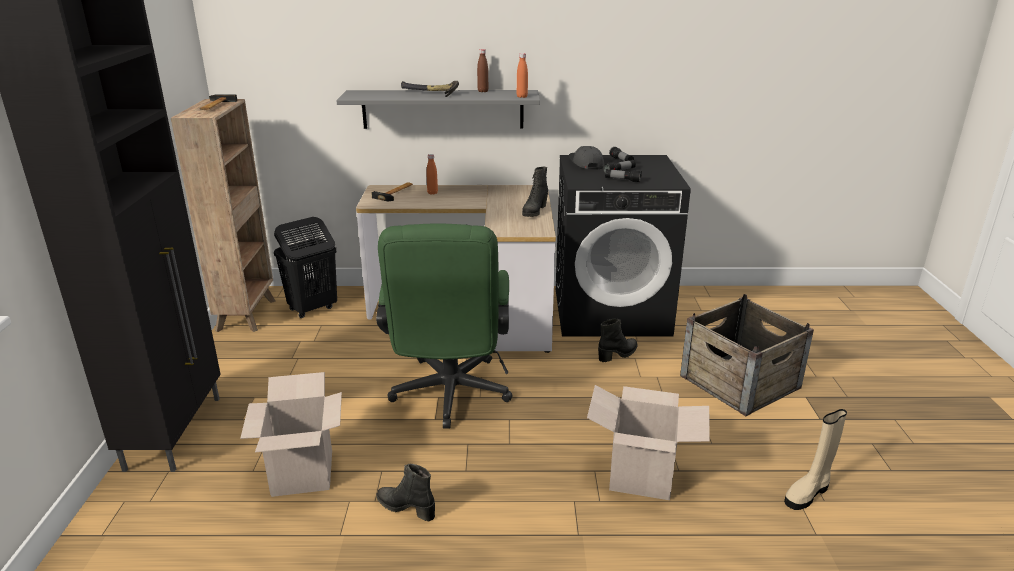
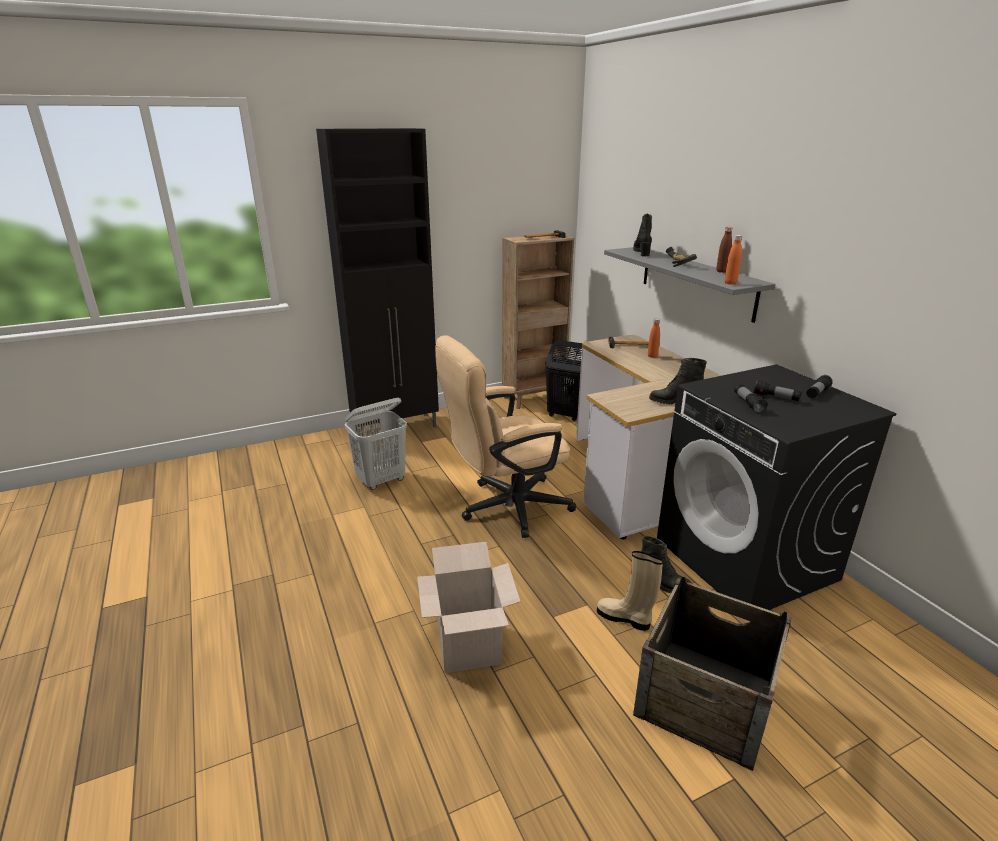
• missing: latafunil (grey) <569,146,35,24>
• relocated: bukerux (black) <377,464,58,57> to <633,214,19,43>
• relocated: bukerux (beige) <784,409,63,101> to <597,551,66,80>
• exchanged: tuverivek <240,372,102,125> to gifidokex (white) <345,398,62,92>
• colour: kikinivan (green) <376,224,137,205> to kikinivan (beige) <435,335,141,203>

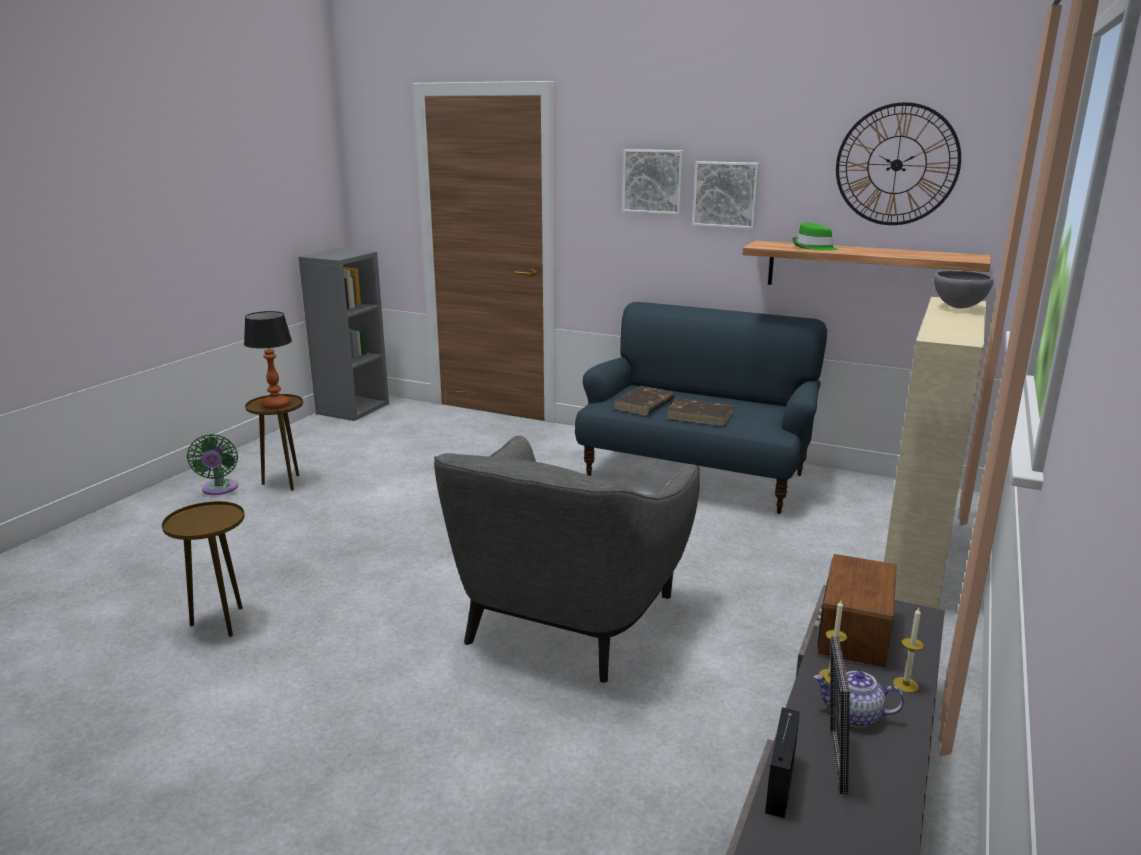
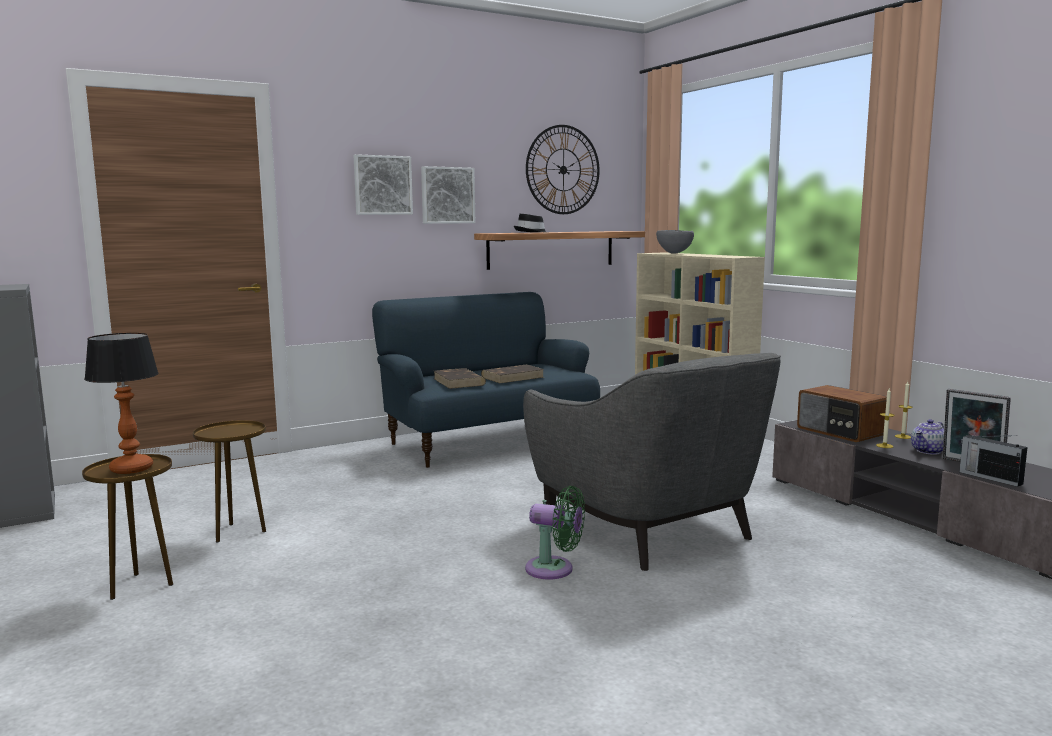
• relocated: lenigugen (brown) <162,501,83,136> to <193,420,73,122>
• relocated: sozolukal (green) <187,434,51,61> to <525,486,60,93>
• colour: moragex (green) <793,222,45,29> to moragex (black) <514,214,34,19>

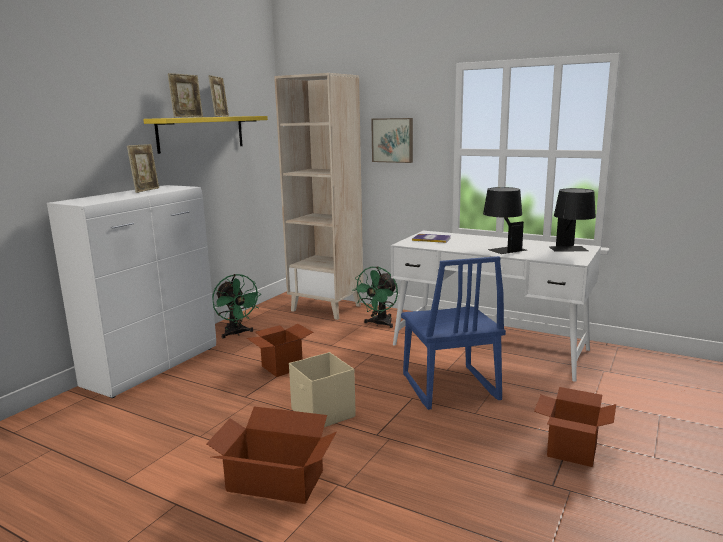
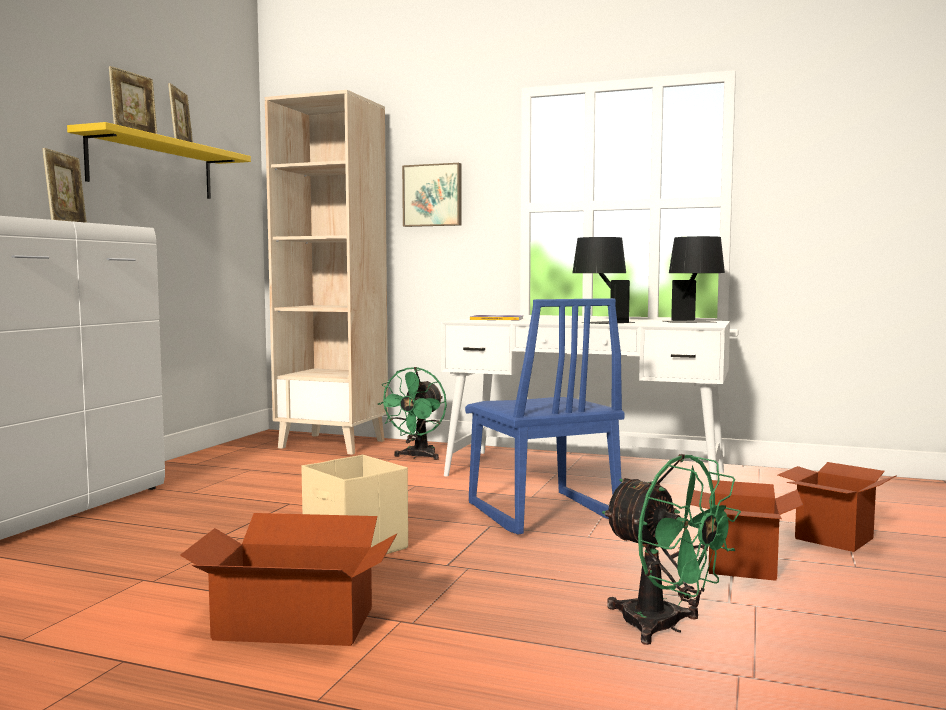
• relocated: sozolukal (green) <212,274,48,65> to <602,454,139,191>
• relocated: tuverivek <247,323,66,54> to <778,462,118,90>

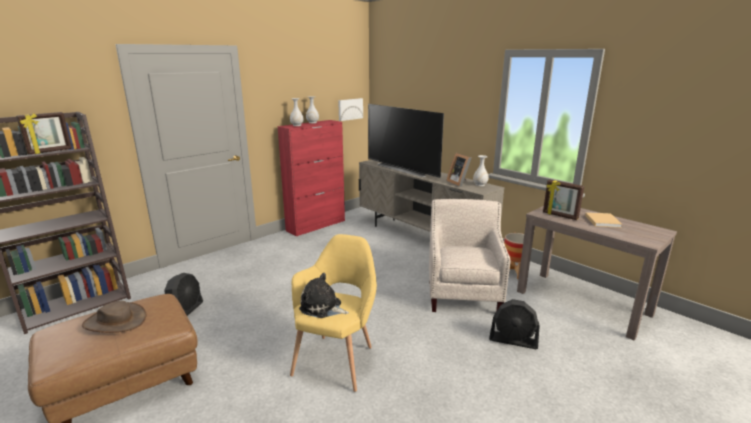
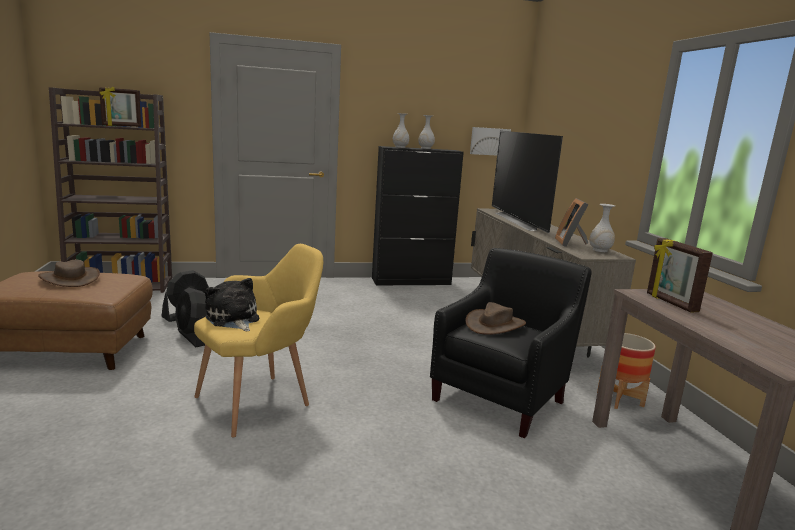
• missing: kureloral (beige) <585,212,37,16>
• appeared: moragex (brown) <465,302,61,33>
• relocated: sozolukal (black) <489,299,51,50> to <175,288,32,59>
• colour: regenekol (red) <277,120,68,116> to regenekol (black) <372,146,92,139>
• colour: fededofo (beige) <429,199,81,114> to fededofo (black) <430,248,162,191>

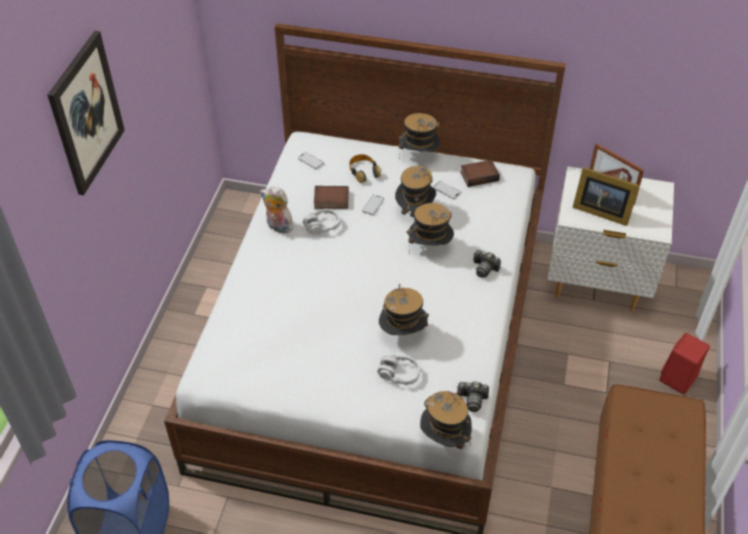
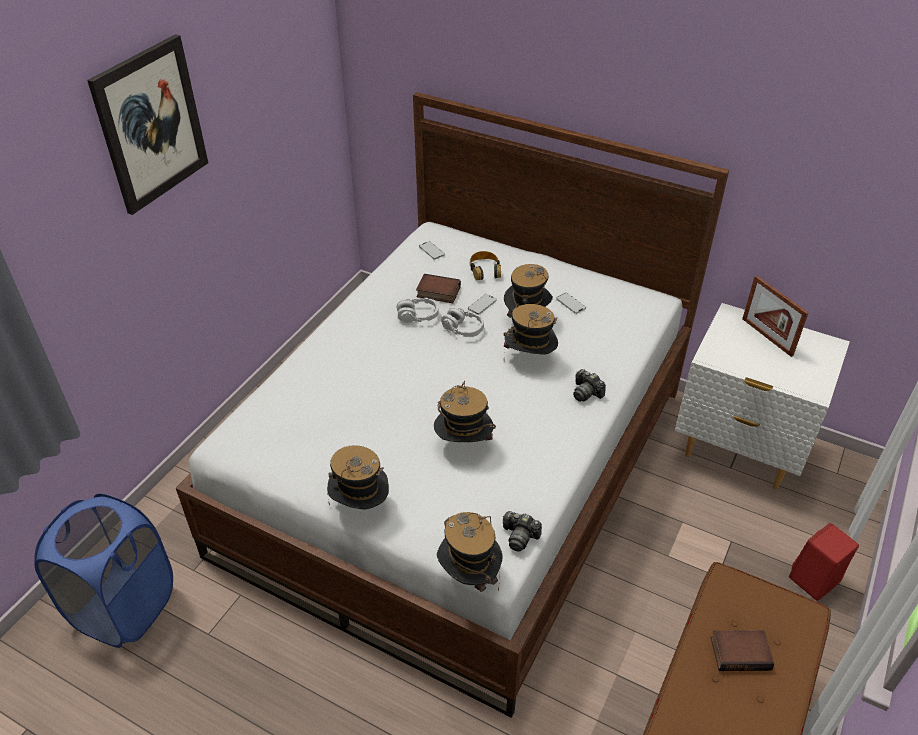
• missing: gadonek <260,187,37,47>
• missing: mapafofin <572,167,68,59>
• relocated: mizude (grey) <377,355,43,30> to <441,308,43,29>
• relocated: moragex <398,113,43,47> to <327,445,62,64>
• relocated: kureloral <460,160,40,27> to <711,630,63,41>

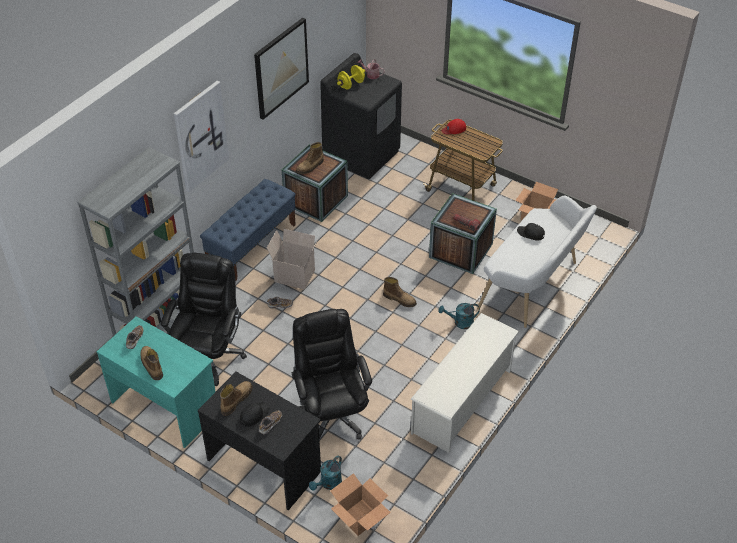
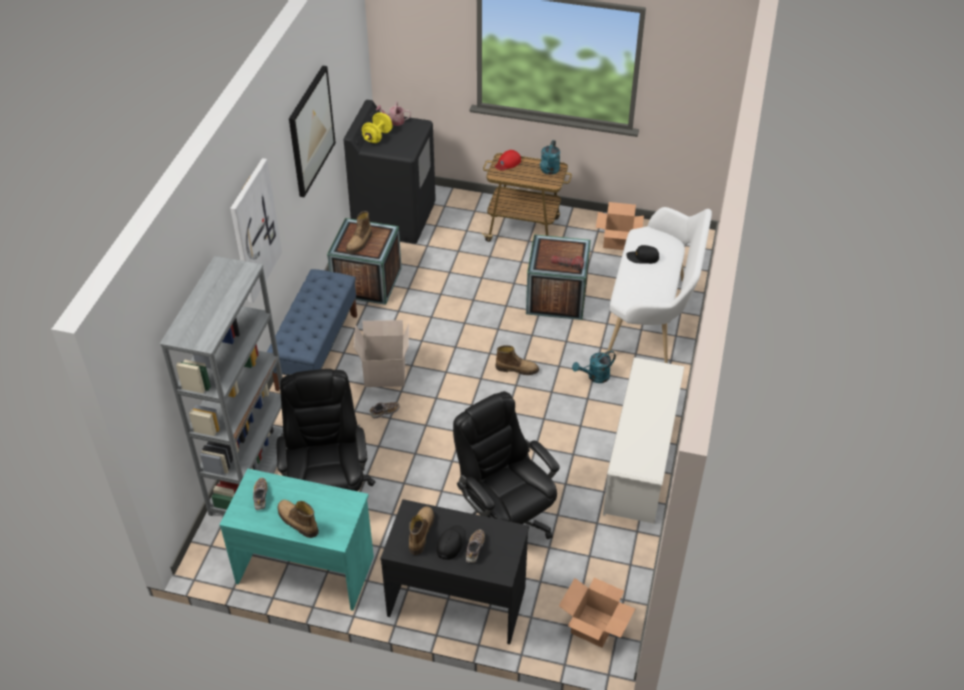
• relocated: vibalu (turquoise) <309,456,33,34> to <540,140,20,35>

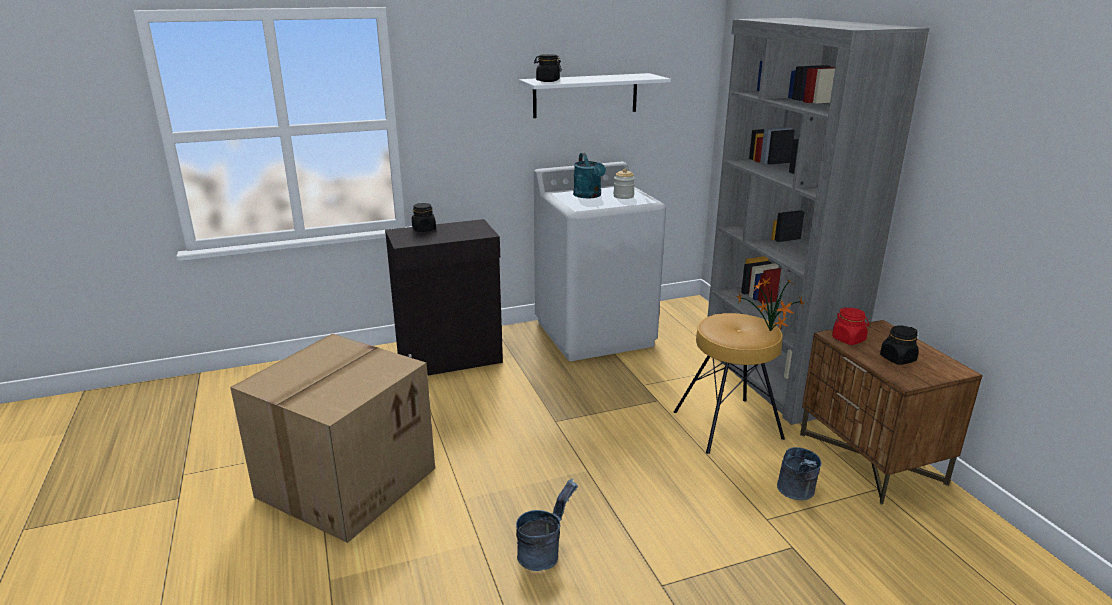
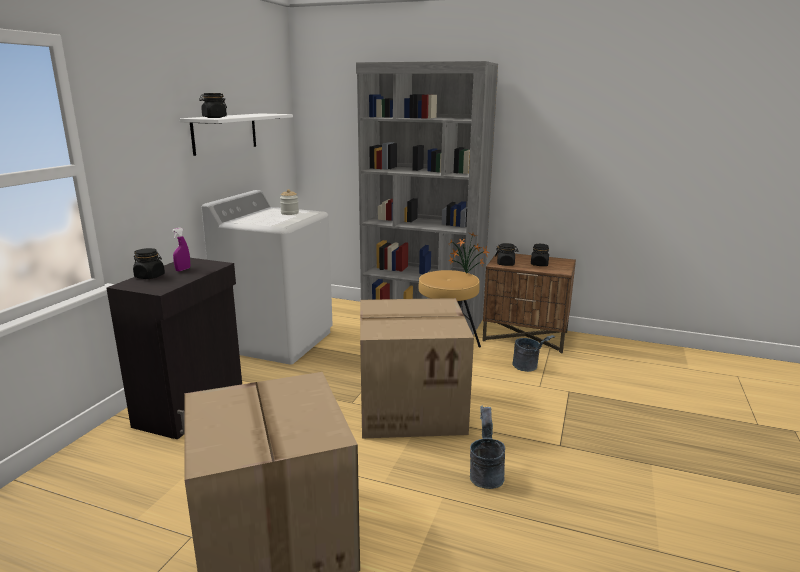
• missing: vibalu (turquoise) <573,153,33,45>
• appeared: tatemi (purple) <172,228,18,43>
• appeared: tuverivek <360,298,114,140>
• colour: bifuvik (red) <832,307,37,38> to bifuvik (black) <495,243,23,23>

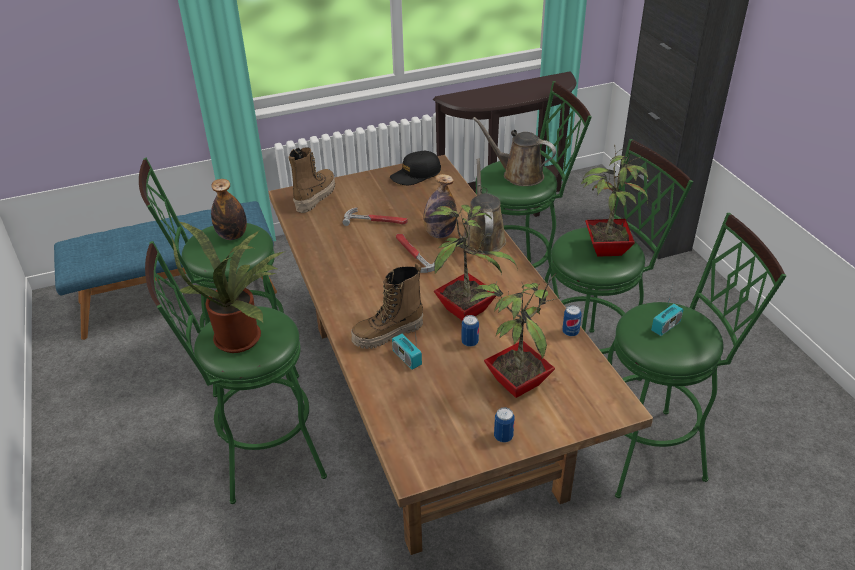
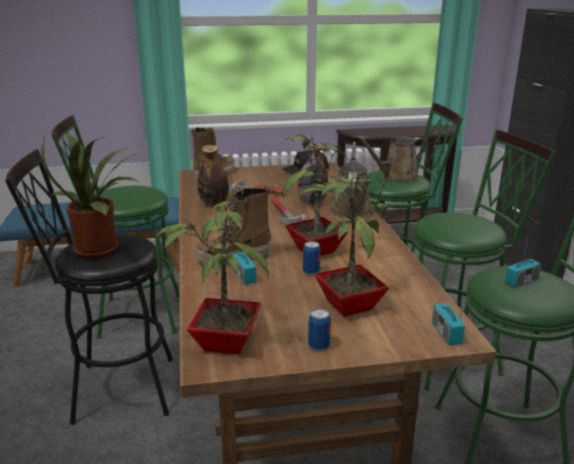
• missing: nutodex <562,305,20,31>
• appeared: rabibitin <432,282,34,63>
• relocated: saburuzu <211,179,36,61> to <197,145,32,61>
• relocated: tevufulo <581,144,67,113> to <155,190,114,165>
• colour: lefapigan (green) <145,241,182,263> to lefapigan (black) <5,149,168,276>
• spun: vibalu (brown) <473,117,83,69> = <356,135,72,47> 60 degrees counterclockwise

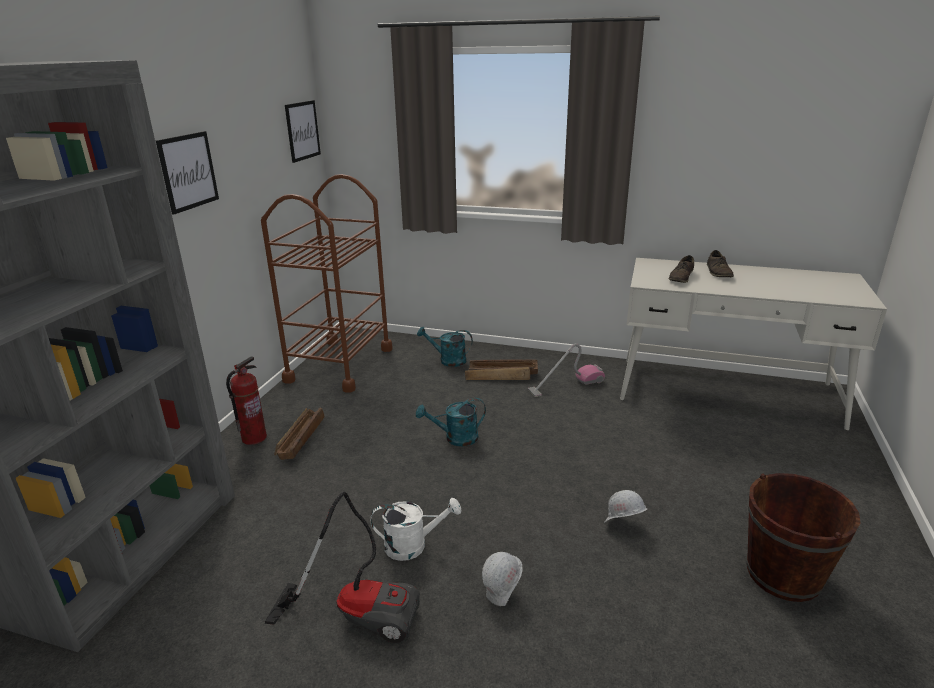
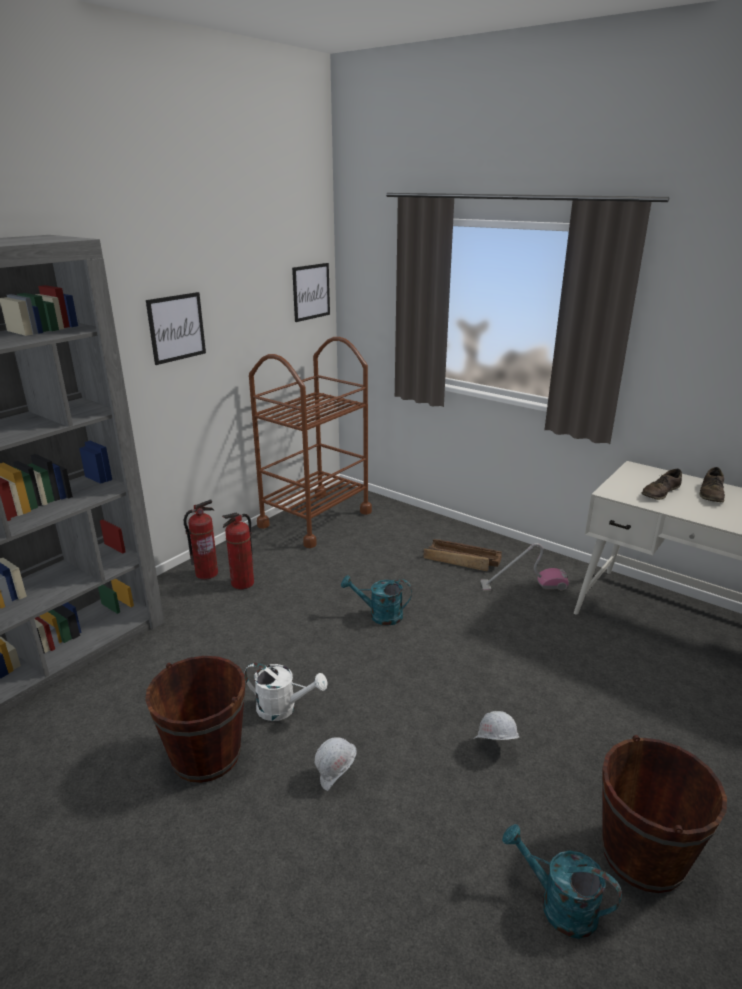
• relocated: vibalu (turquoise) <417,327,56,40> to <502,824,120,115>
• exchanged: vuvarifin <265,492,155,151> to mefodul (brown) <145,656,100,127>
• exchanged: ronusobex <274,407,51,53> to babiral <222,513,32,76>

